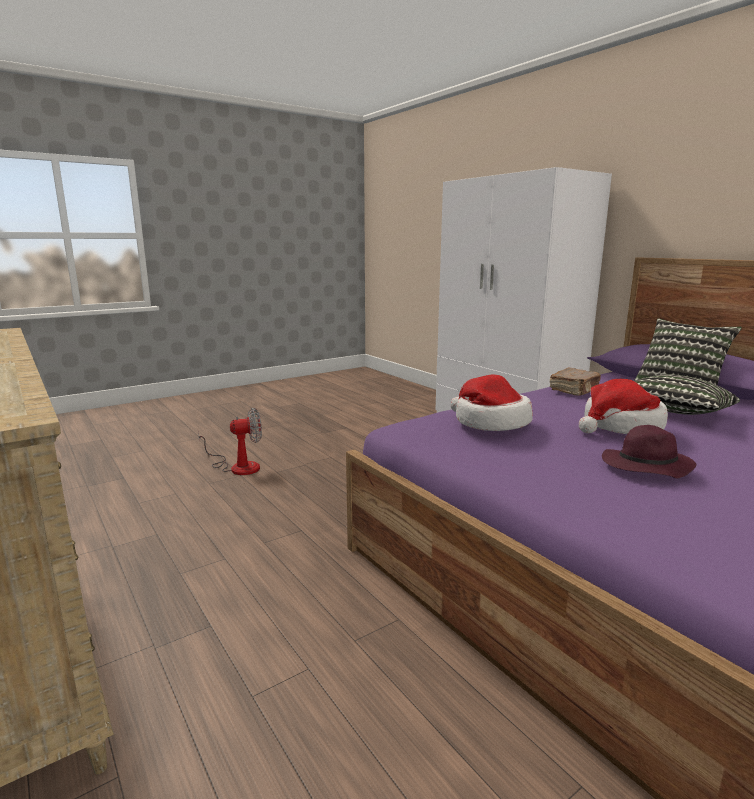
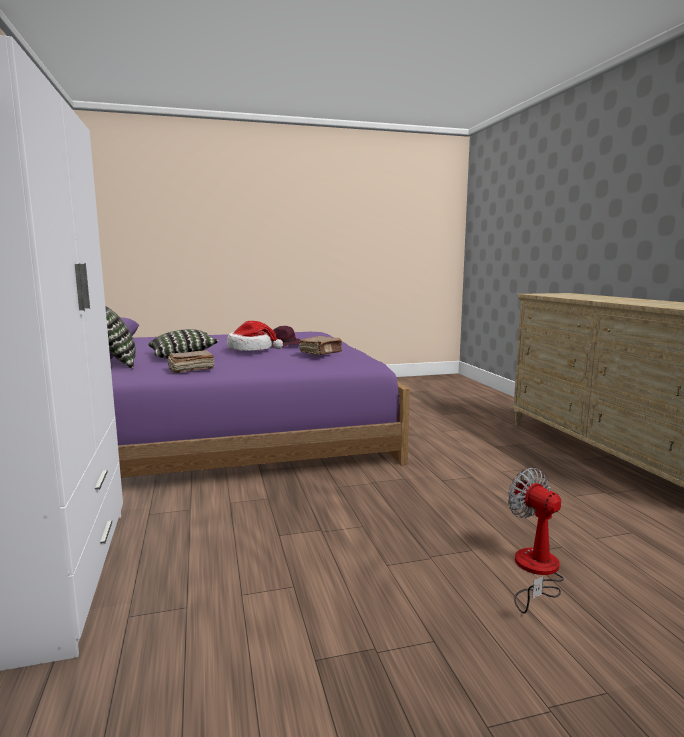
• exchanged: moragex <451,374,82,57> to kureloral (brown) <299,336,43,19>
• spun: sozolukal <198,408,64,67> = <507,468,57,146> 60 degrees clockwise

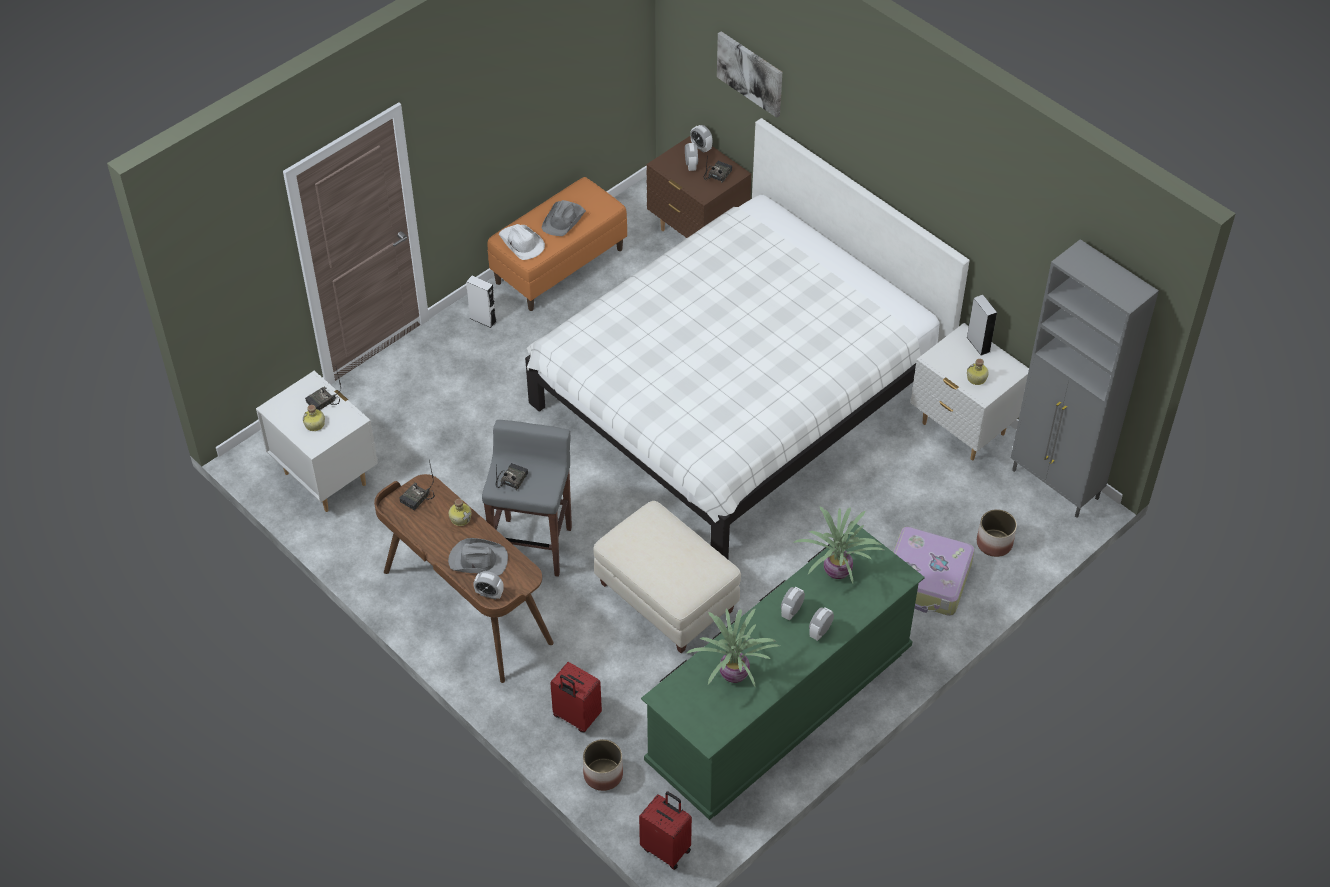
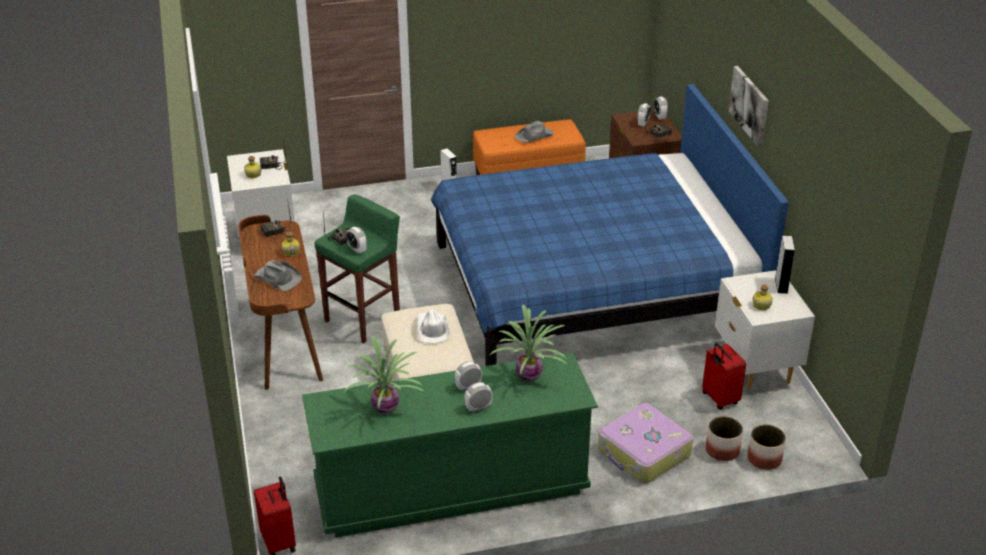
• missing: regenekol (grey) <1011,239,148,279>
• relocated: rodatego <473,571,31,29> to <346,227,21,27>
• relocated: moragex (white) <498,224,47,36> to <417,310,33,33>
• relocated: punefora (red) <550,662,52,71> to <702,343,44,66>
• relocated: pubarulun <583,739,40,52> to <748,425,38,45>
• relocated: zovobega <717,31,65,87> to <728,66,41,81>
• colour: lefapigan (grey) <482,420,90,157> to lefapigan (green) <315,194,85,149>
• colour: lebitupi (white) <525,118,445,441> to lebitupi (blue) <431,84,357,282>

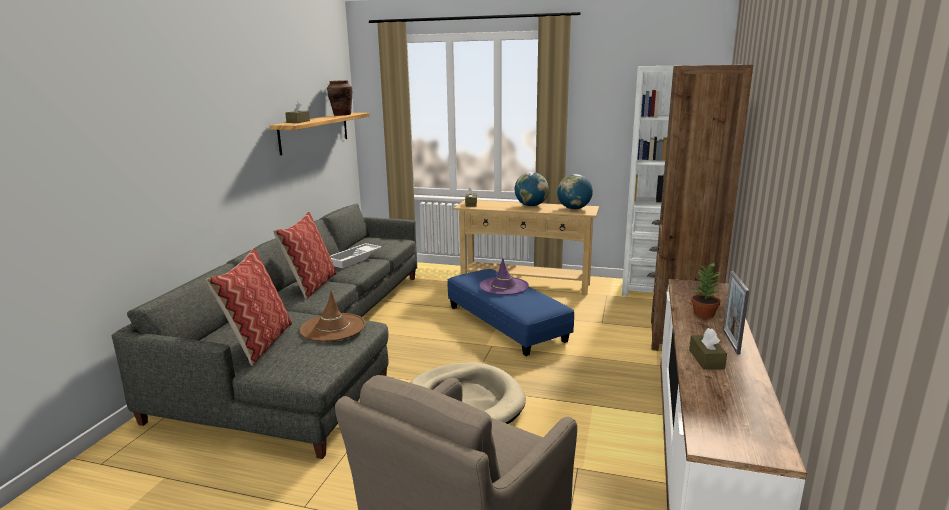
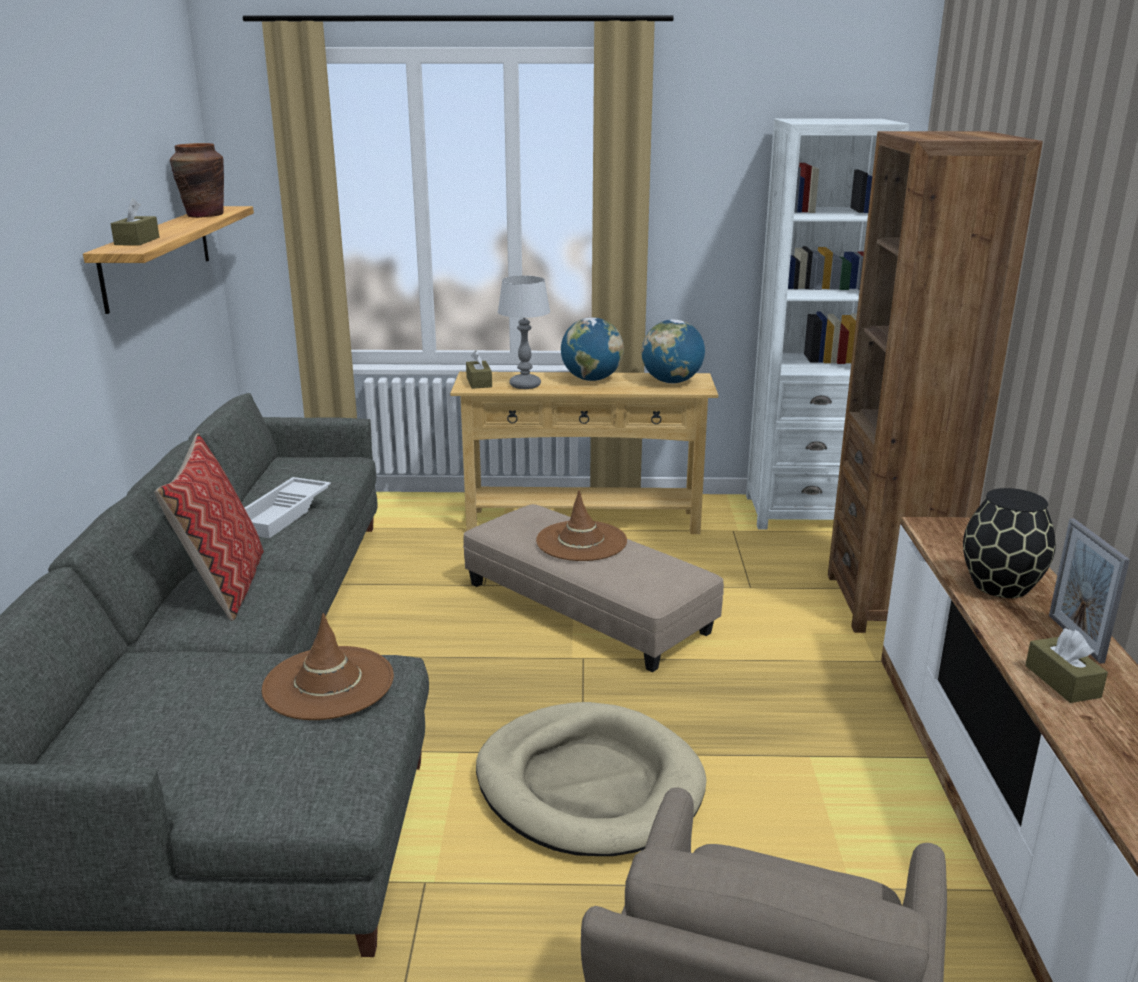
• missing: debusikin <205,248,87,118>
• appeared: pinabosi <498,276,52,113>
• exchanged: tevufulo <691,263,30,55> to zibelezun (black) <963,488,93,110>
• colour: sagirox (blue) <447,269,127,87> to sagirox (beige) <463,504,261,168>
• colour: moragex (purple) <480,258,49,37> to moragex (brown) <536,490,91,71>

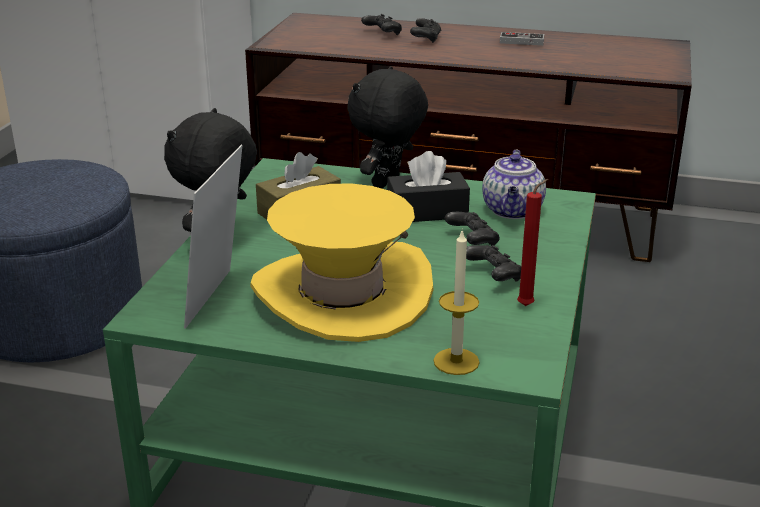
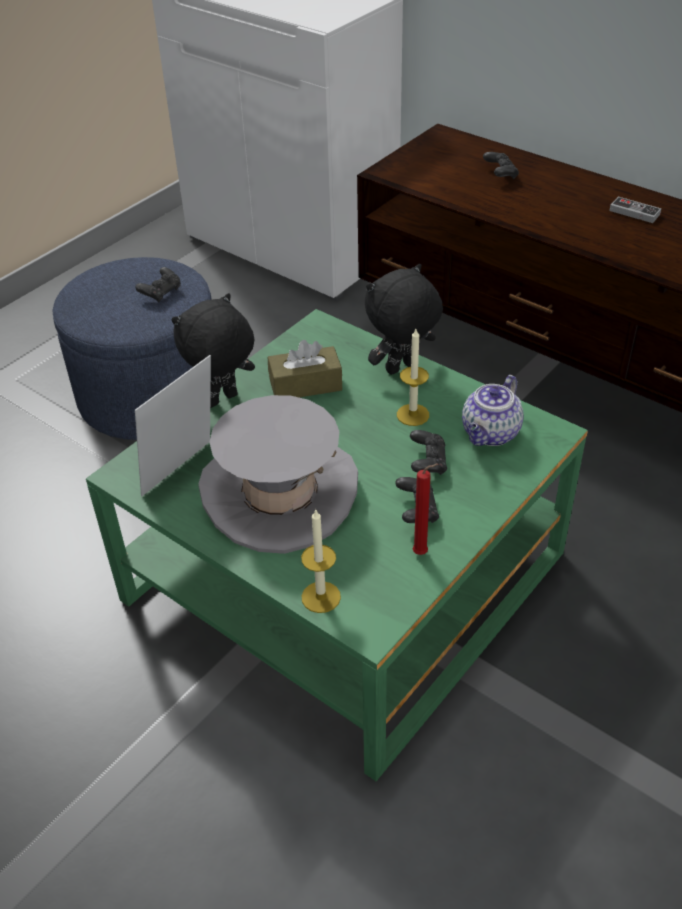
• relocated: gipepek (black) <410,18,31,25> to <135,267,46,36>
• exchanged: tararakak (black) <387,151,83,71> to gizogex <397,329,32,97>
• colour: moragex (yellow) <250,183,184,159> to moragex (grey) <198,395,160,159>

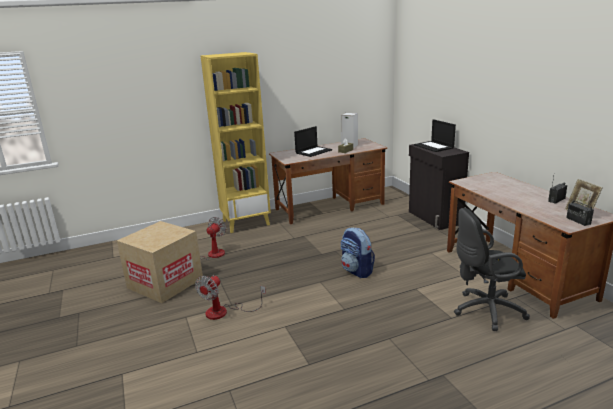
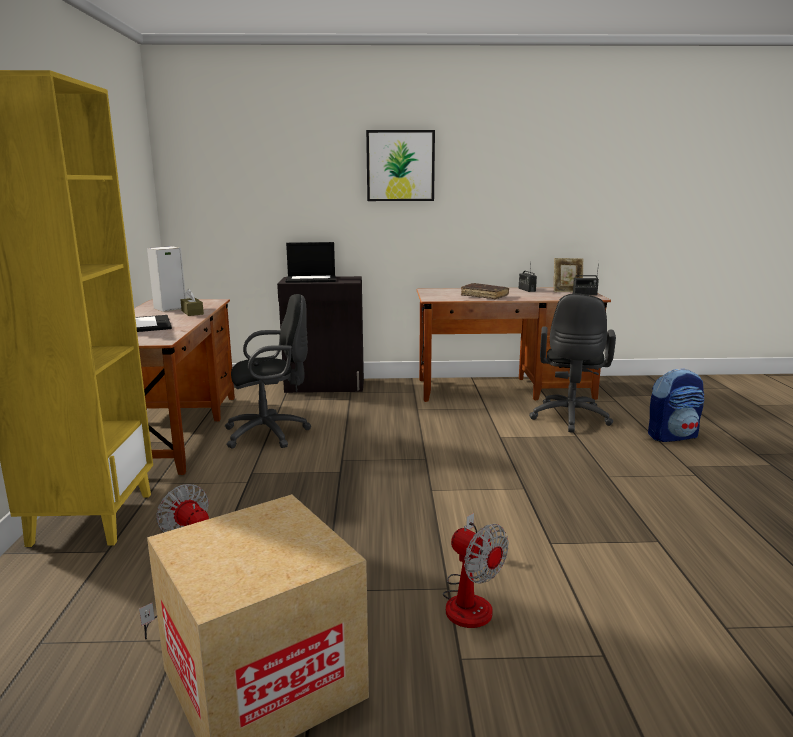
• appeared: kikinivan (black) <225,294,86,155>
• appeared: zovobega <366,130,69,71>
• appeared: kureloral (brown) <461,283,48,16>
• relocated: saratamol <341,227,34,51> to <648,369,56,73>

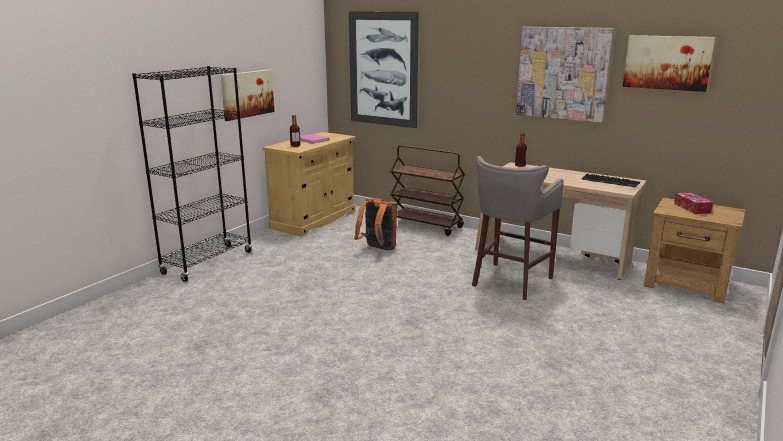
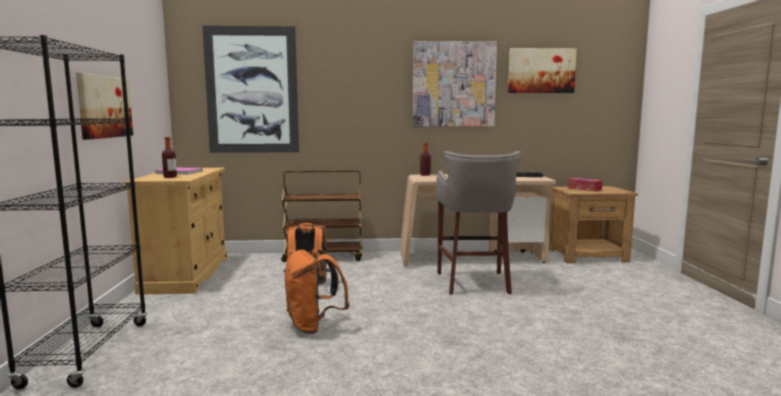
• appeared: saratamol (orange) <285,248,65,86>

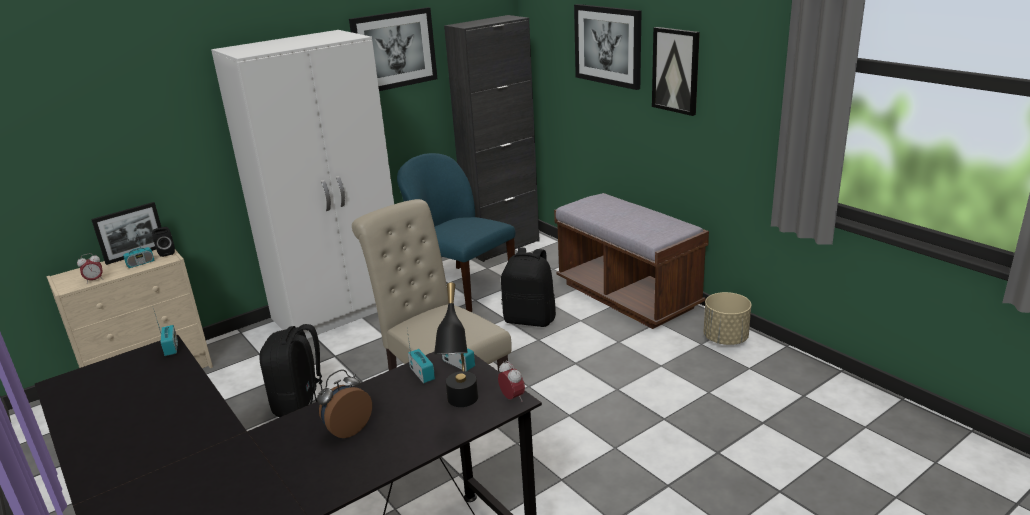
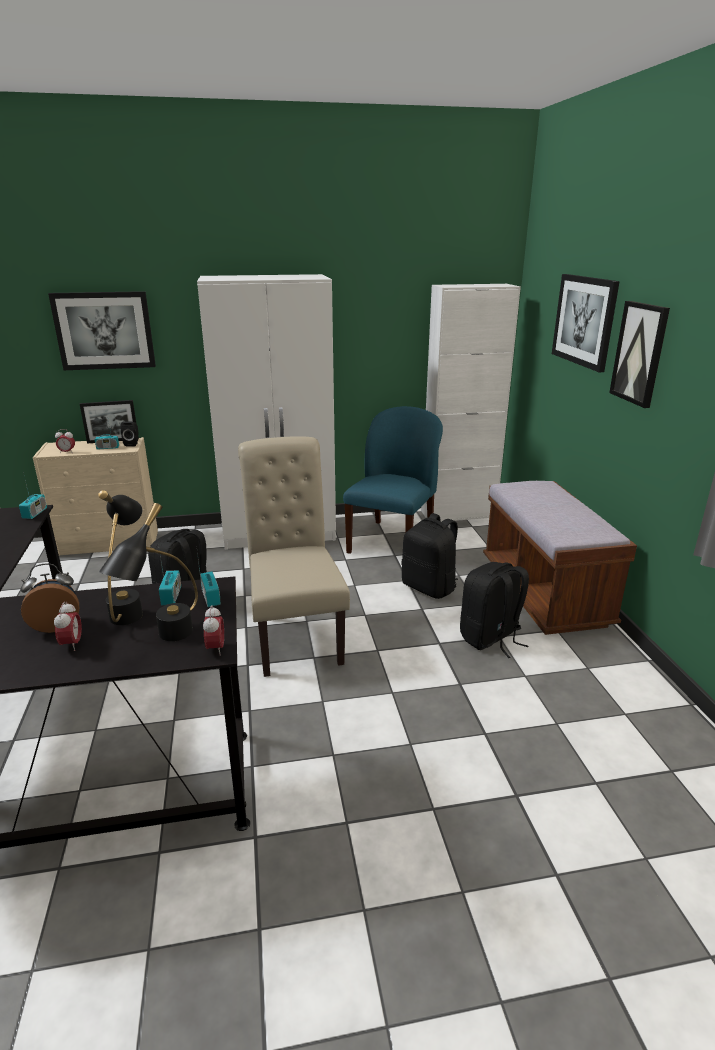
• missing: pubarulun (beige) <704,292,47,53>
• appeared: rodatego <54,602,28,49>
• appeared: pinabosi (black) <98,490,45,135>
• appeared: saratamol (black) <460,562,69,96>
• relocated: zovobega <349,7,89,84> to <48,291,108,79>
• colour: regenekol (black) <444,15,96,247> to regenekol (white) <421,284,100,238>
• spun: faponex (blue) <397,153,119,159> = <343,406,100,148> 45 degrees clockwise

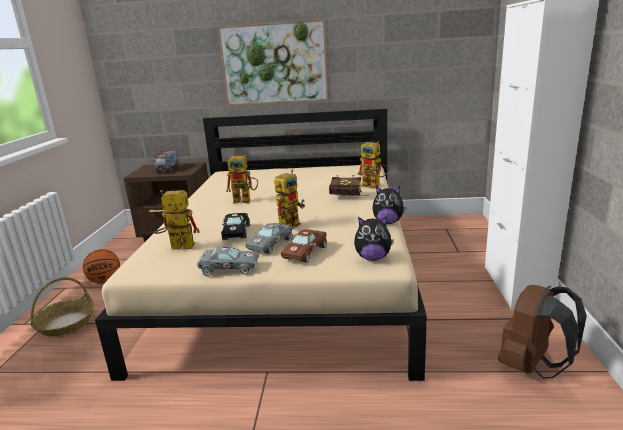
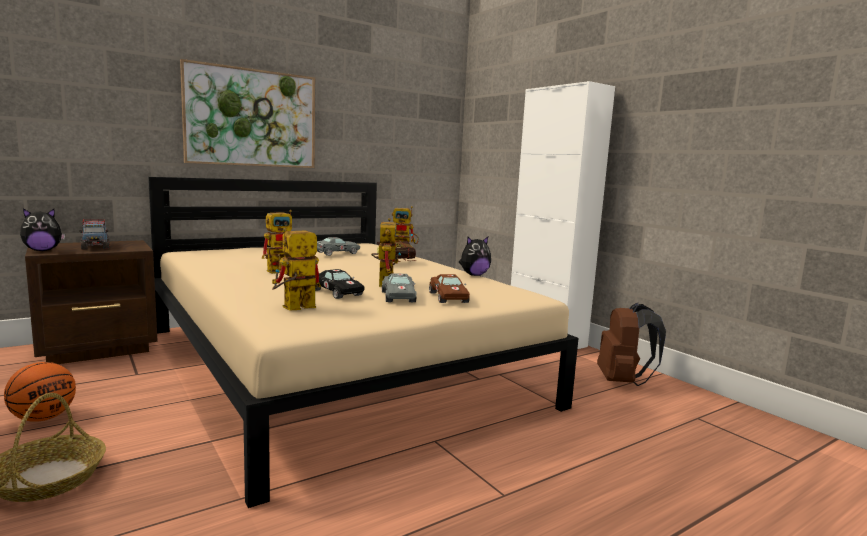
• relocated: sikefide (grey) <197,247,62,29> to <317,237,43,19>
• relocated: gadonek <354,216,40,45> to <20,209,45,42>

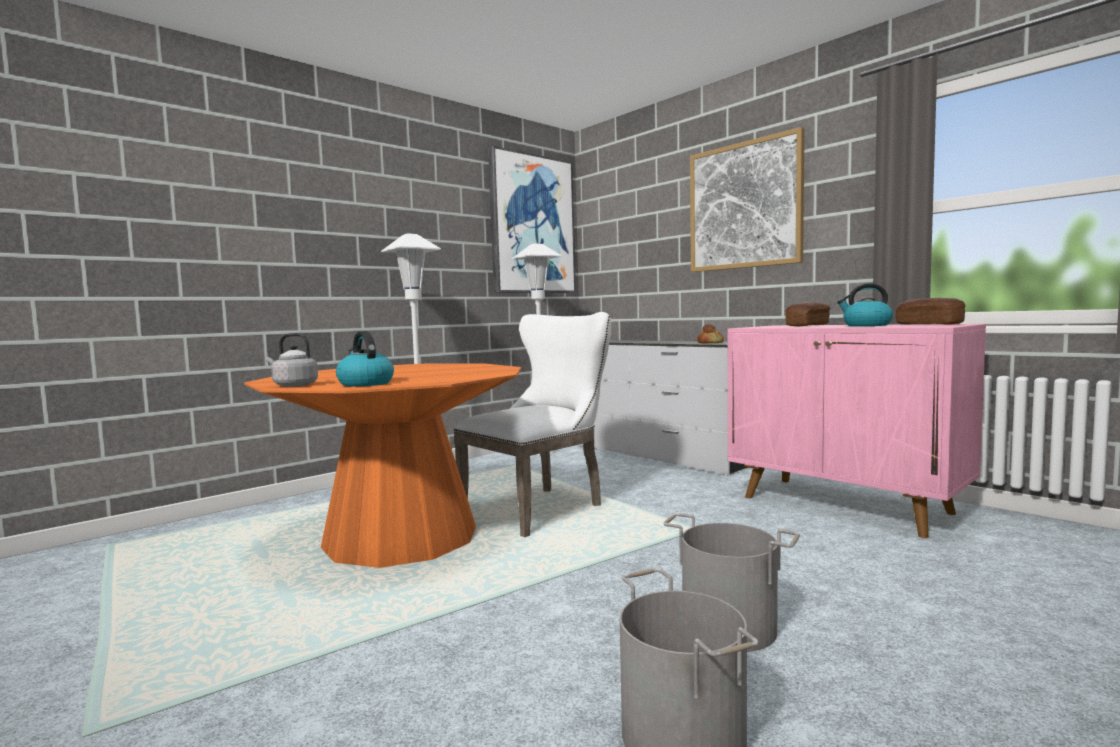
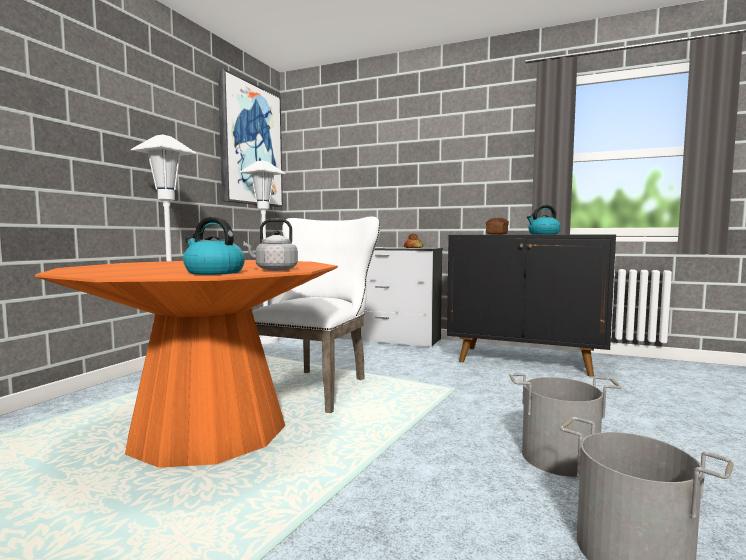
• missing: zovobega <690,127,114,145>
• missing: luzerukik <896,298,70,27>
• relocated: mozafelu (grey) <266,333,52,54> to <243,219,55,52>
• colour: regenekol (pink) <728,324,258,214> to regenekol (black) <447,235,169,141>

